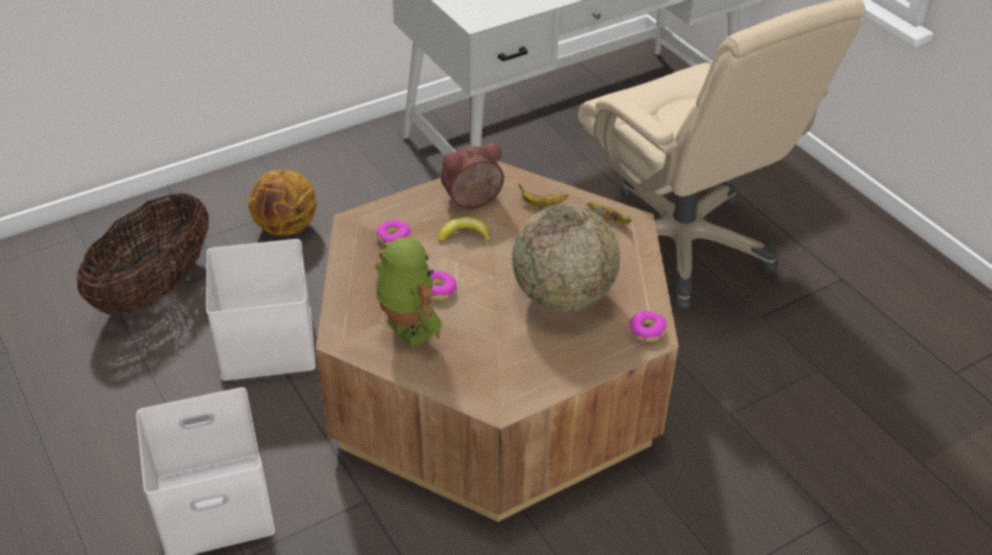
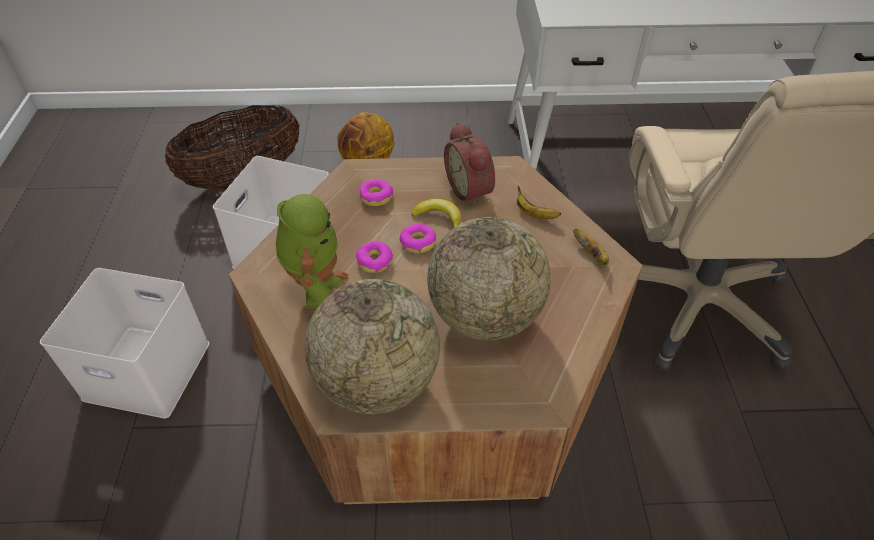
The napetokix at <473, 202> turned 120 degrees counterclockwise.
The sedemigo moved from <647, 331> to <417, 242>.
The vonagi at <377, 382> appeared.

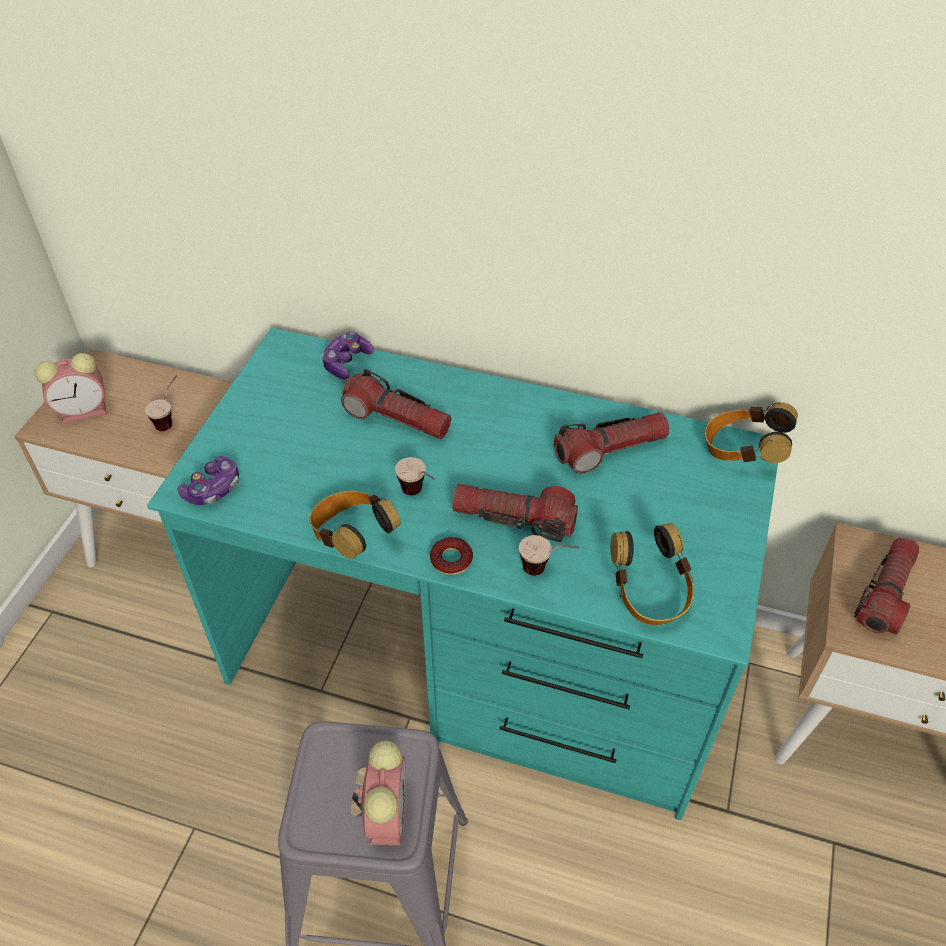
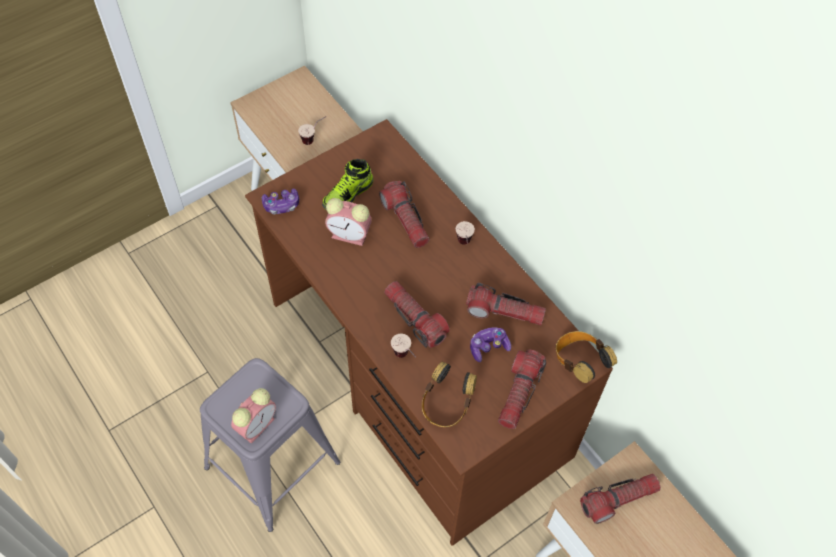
The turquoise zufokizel at <475, 656> became the brown zufokizel at <417, 379>.
The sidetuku moved from <346, 362> to <488, 347>.
The napetokix moved from <85, 410> to <351, 235>.
The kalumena moved from <419, 495> to <464, 246>.
The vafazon at <352, 537> disappeared.
The sedemigo at <451, 559> disappeared.
The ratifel at <348, 195> appeared.
The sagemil at <519, 393> appeared.

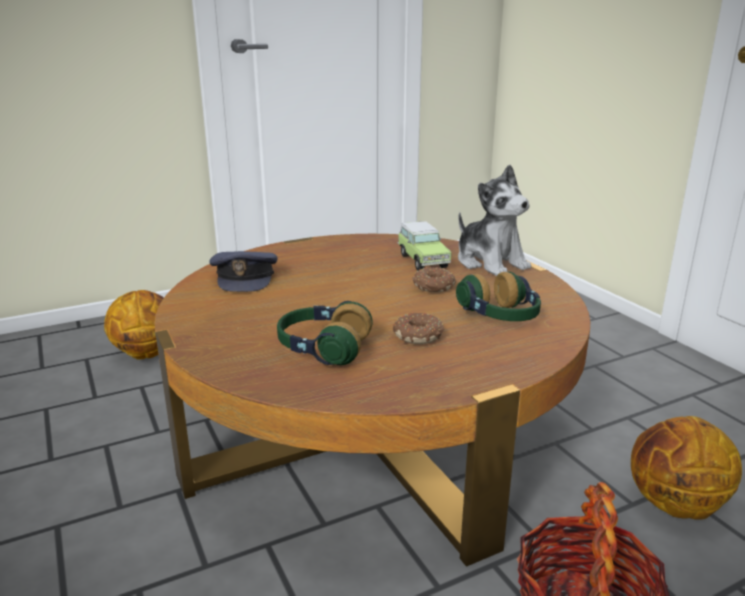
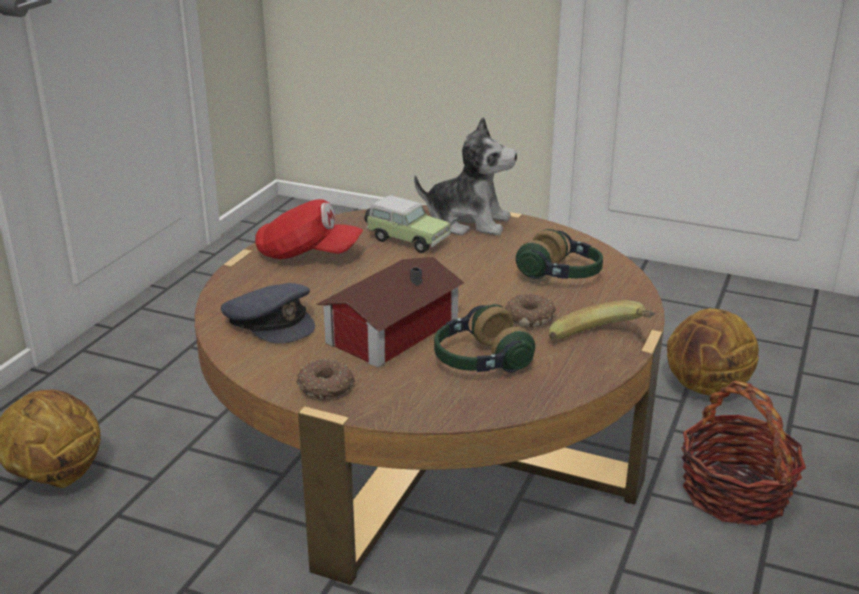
The sedemigo moved from <433, 287> to <325, 388>.
The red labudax at <307, 254> appeared.
The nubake at <387, 331> appeared.
The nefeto at <602, 344> appeared.

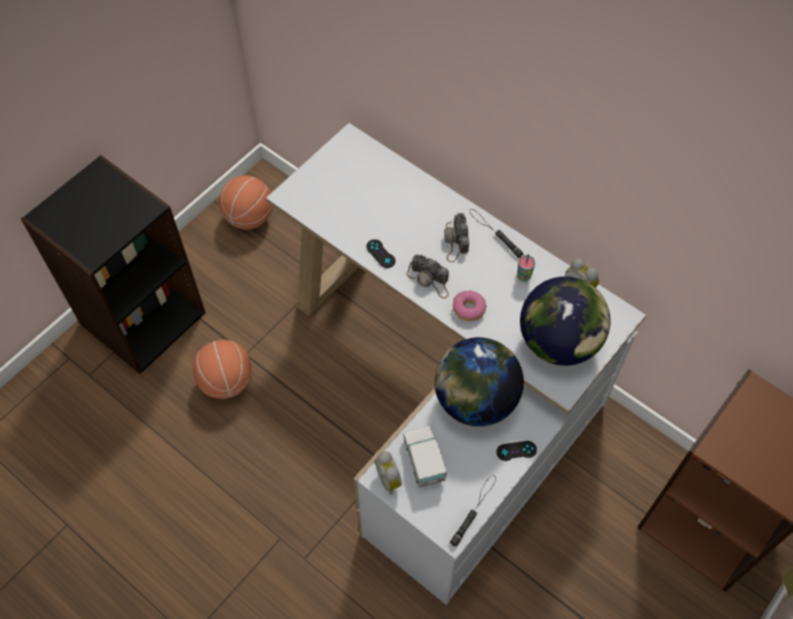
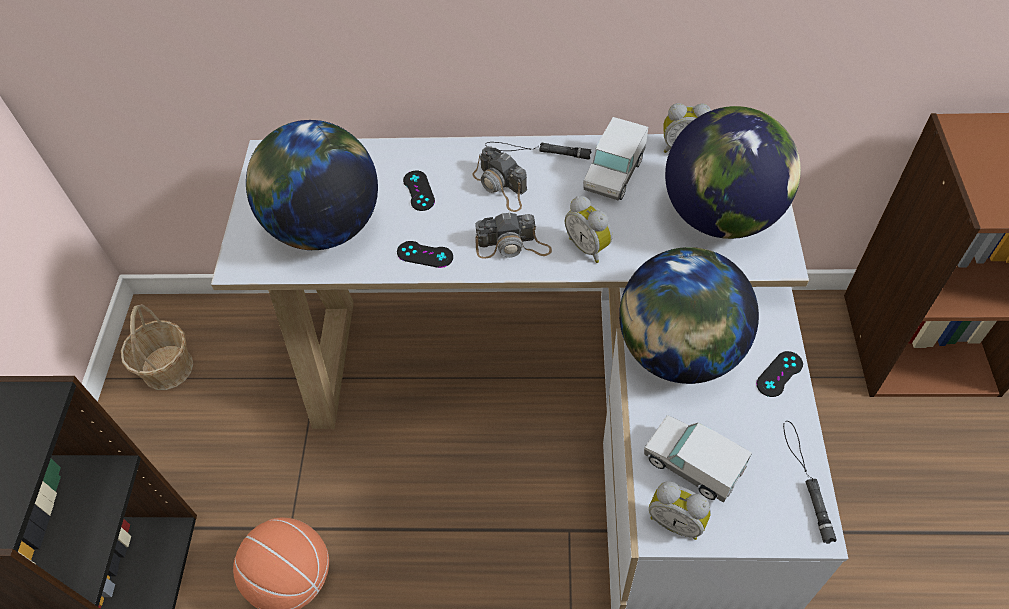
The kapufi at <249, 217> was replaced by the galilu at <168, 367>.
The kalumena at <523, 277> was replaced by the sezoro at <614, 175>.
The sedemigo at <469, 309> was replaced by the napetokix at <589, 246>.
The vonagi at <325, 227> appeared.
The black sidetuku at <419, 191> appeared.

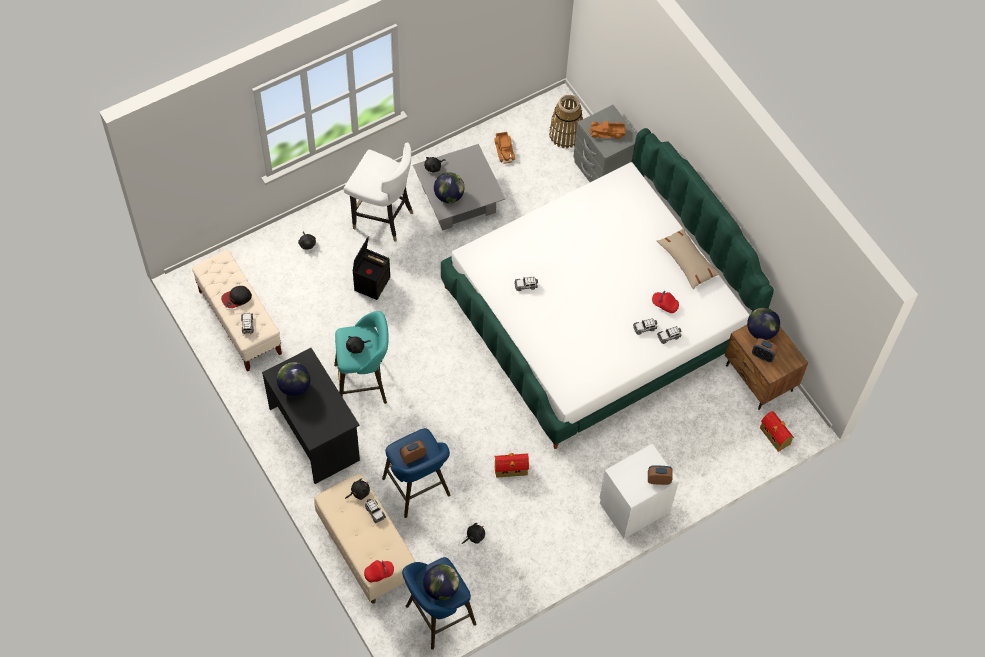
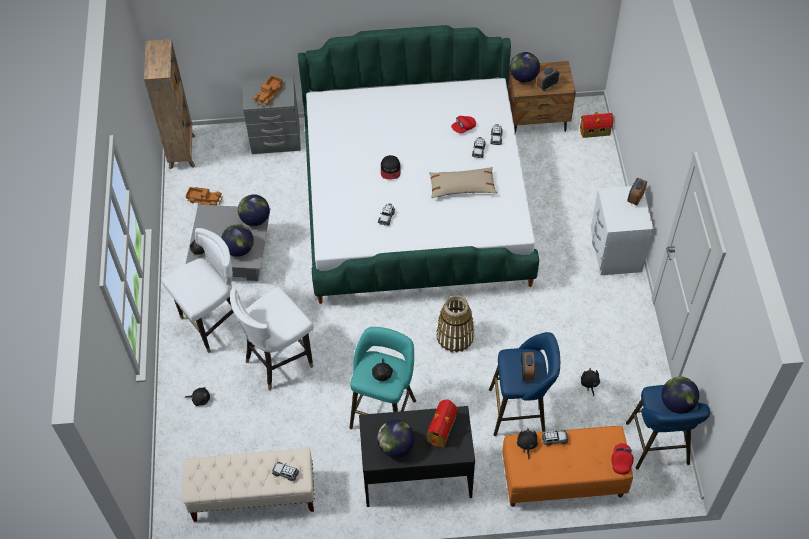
The galilu moved from <565, 134> to <455, 336>.
The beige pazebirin moved from <687, 261> to <462, 187>.
The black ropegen at <372, 283> was replaced by the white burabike at <279, 361>.
The labudax moved from <236, 298> to <390, 169>.
The nubake moved from <511, 469> to <442, 429>.
The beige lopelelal at <365, 549> became the orange lopelelal at <562, 480>.
The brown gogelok at <182, 151> appeared.
The vonagi at <255, 219> appeared.

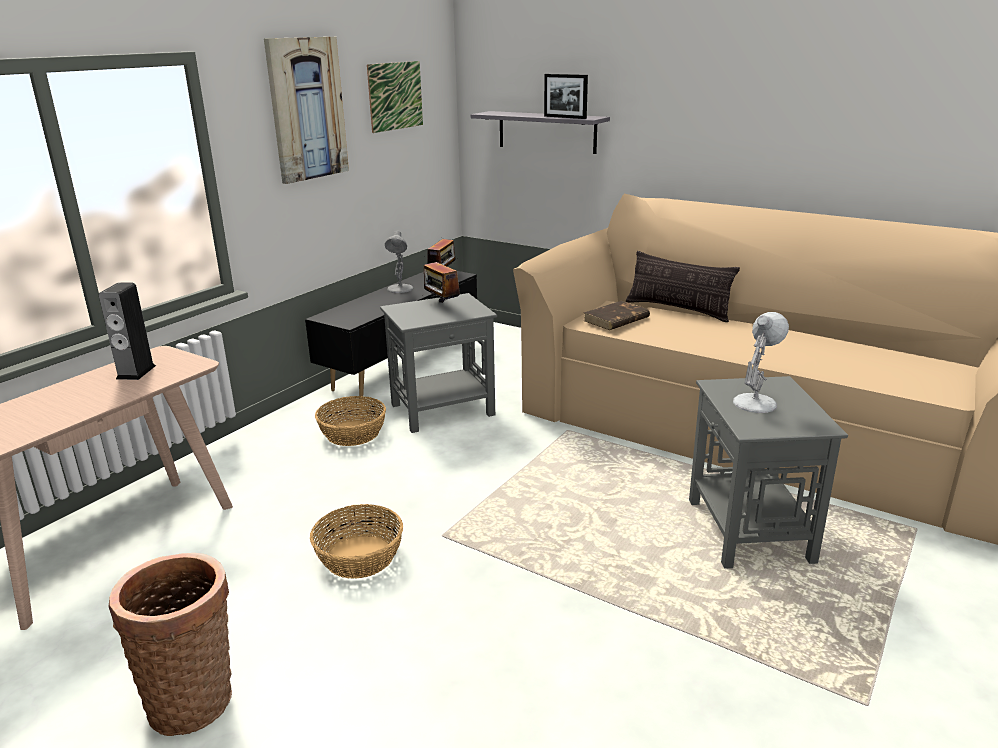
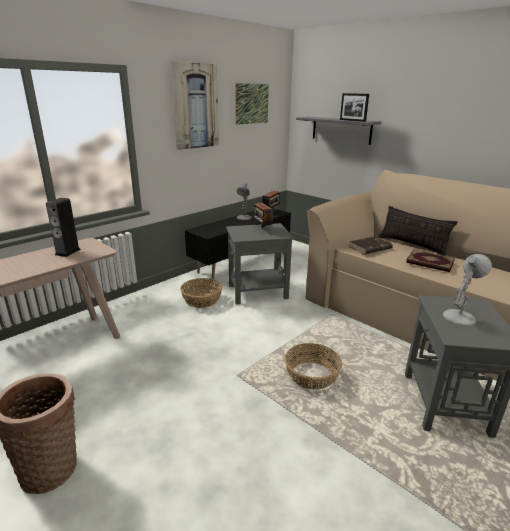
The galilu moved from <359, 557> to <311, 376>.
The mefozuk at <429, 263> appeared.

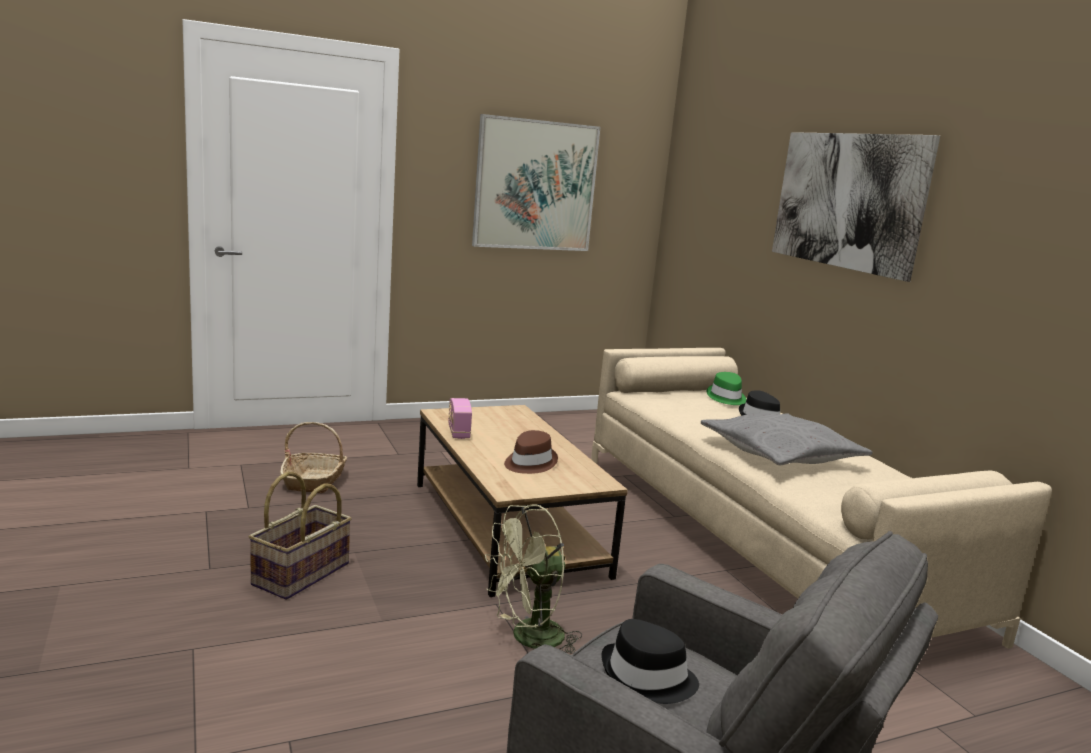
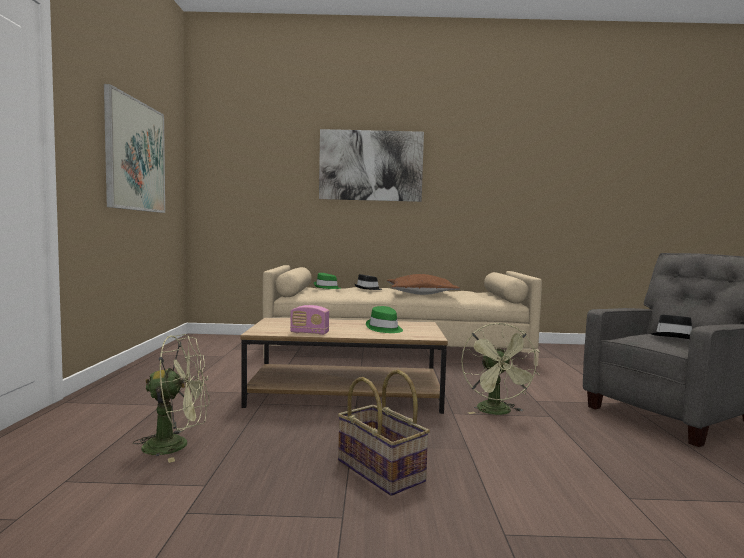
The grey pazebirin at <780, 454> became the brown pazebirin at <420, 294>.
The galilu at <314, 481> was replaced by the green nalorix at <176, 445>.
The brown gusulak at <529, 463> became the green gusulak at <384, 329>.

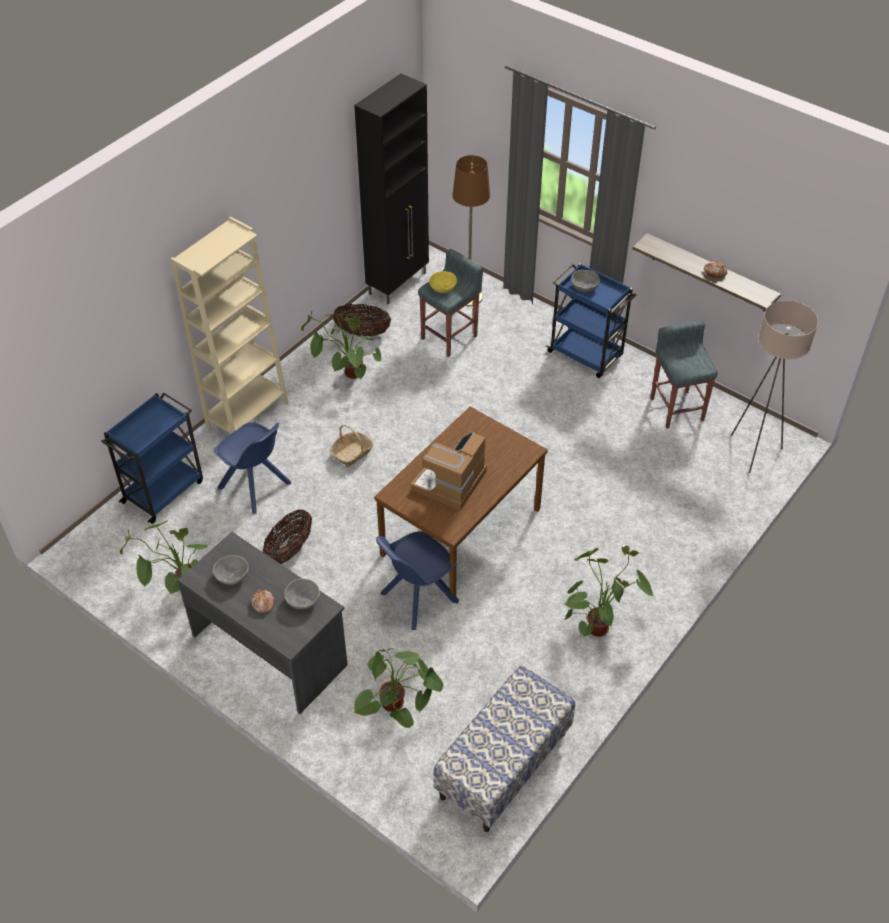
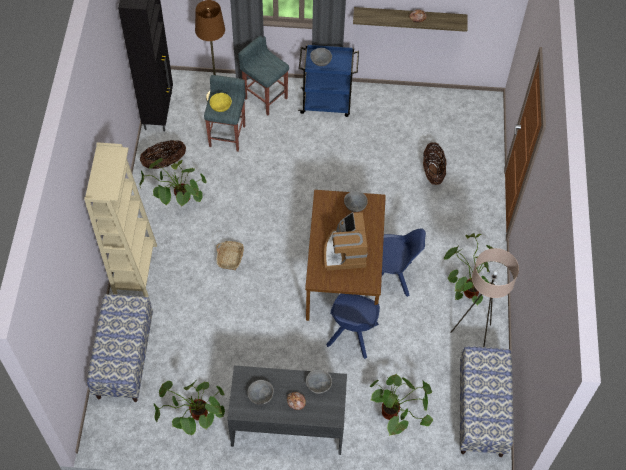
The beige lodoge moved from <754, 452> to <474, 338>.
The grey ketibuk moved from <676, 408> to <265, 97>.
The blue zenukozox at <164, 491> was replaced by the lopelelal at <124, 358>.
The blue burabike moved from <256, 487> to <391, 277>.
The galilu moved from <289, 550> to <433, 172>.
The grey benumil at <355, 205> appeared.

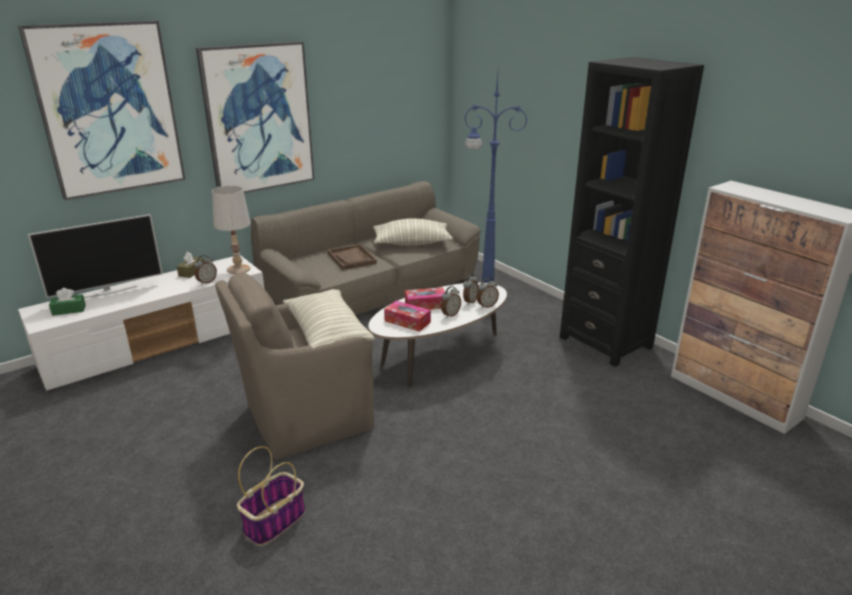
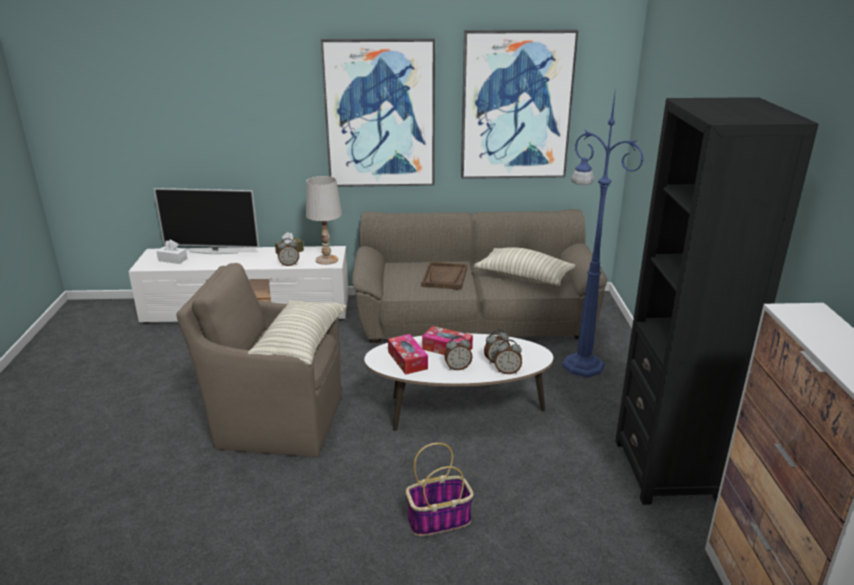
The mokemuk moved from <108, 109> to <516, 105>.
The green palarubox at <69, 310> became the white palarubox at <172, 260>.
The galilu moved from <275, 521> to <439, 519>.

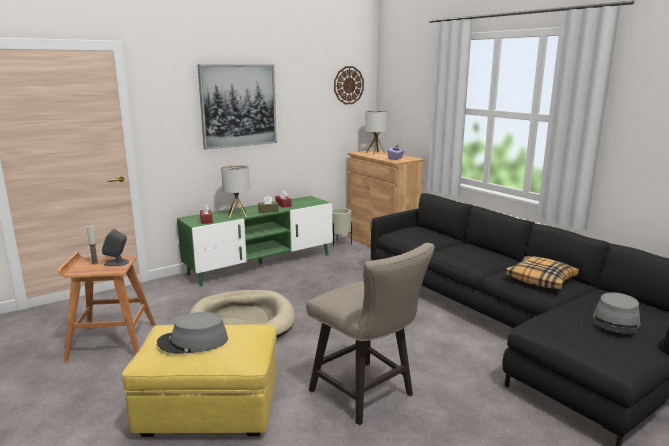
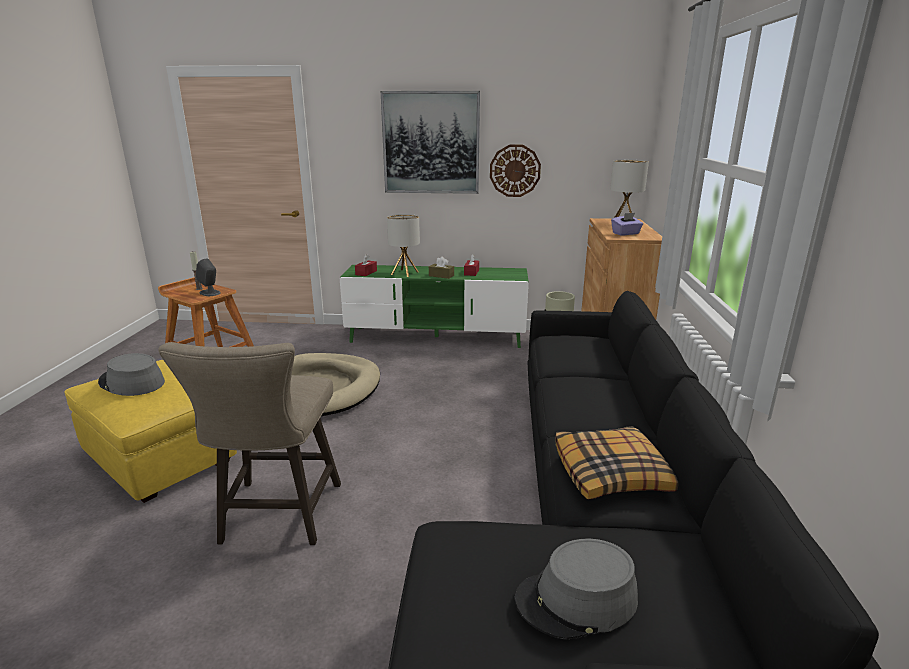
The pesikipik moved from <348, 85> to <515, 171>.

